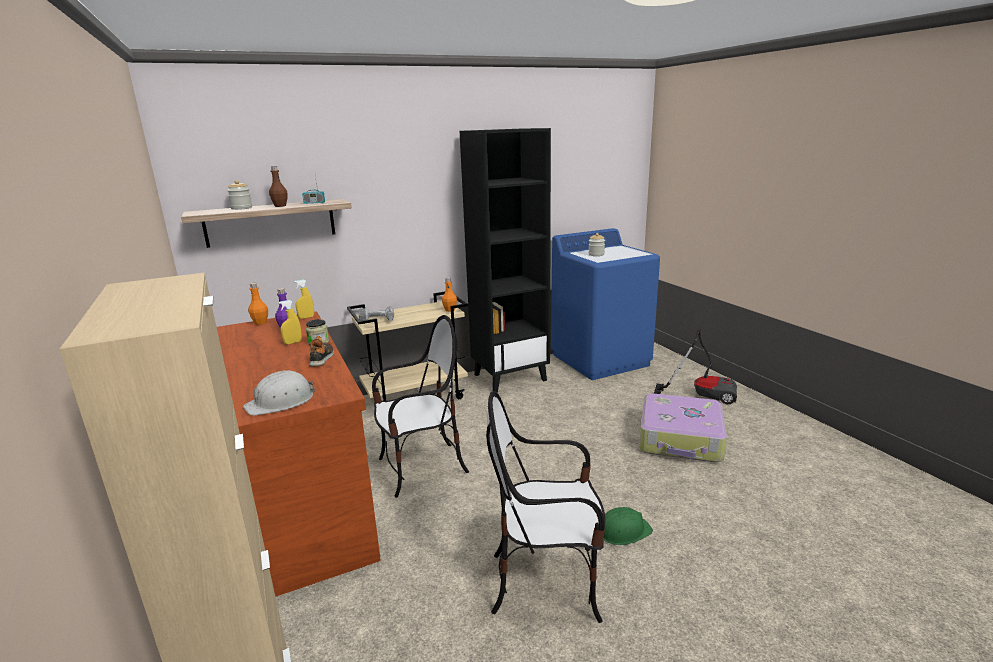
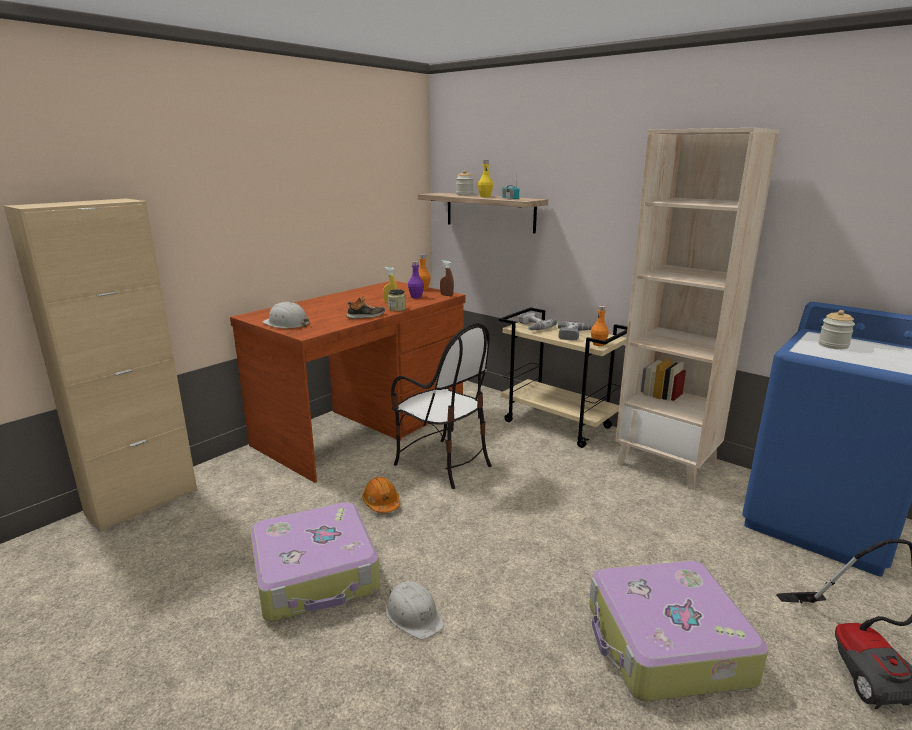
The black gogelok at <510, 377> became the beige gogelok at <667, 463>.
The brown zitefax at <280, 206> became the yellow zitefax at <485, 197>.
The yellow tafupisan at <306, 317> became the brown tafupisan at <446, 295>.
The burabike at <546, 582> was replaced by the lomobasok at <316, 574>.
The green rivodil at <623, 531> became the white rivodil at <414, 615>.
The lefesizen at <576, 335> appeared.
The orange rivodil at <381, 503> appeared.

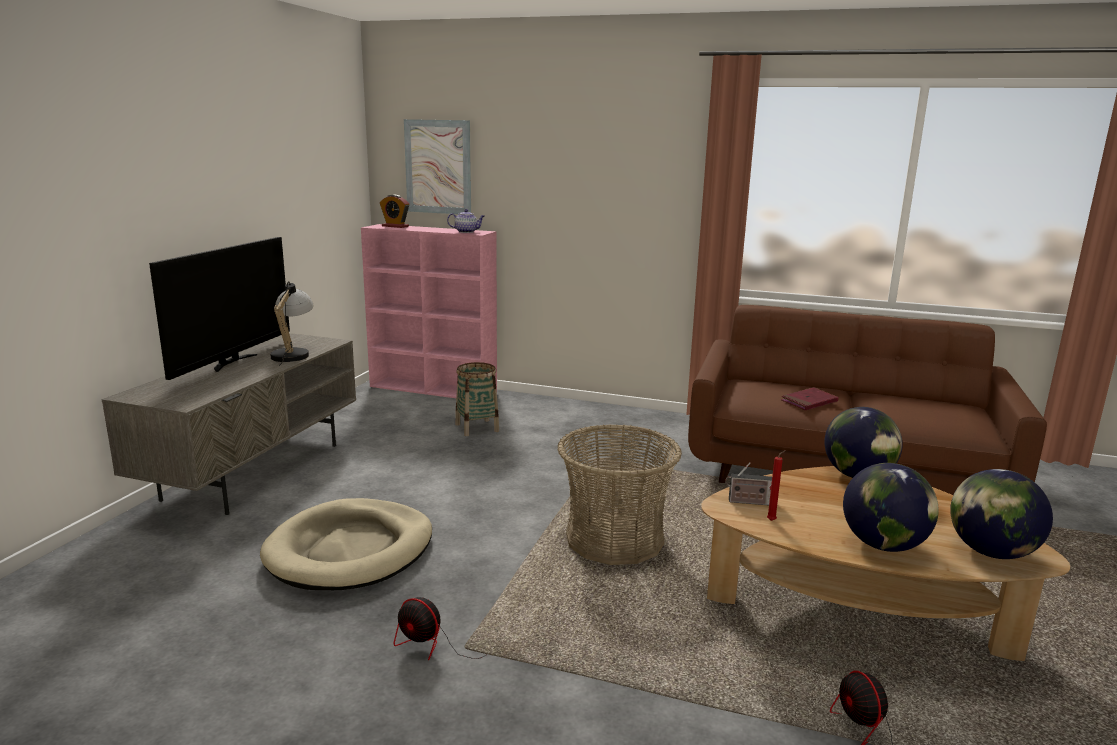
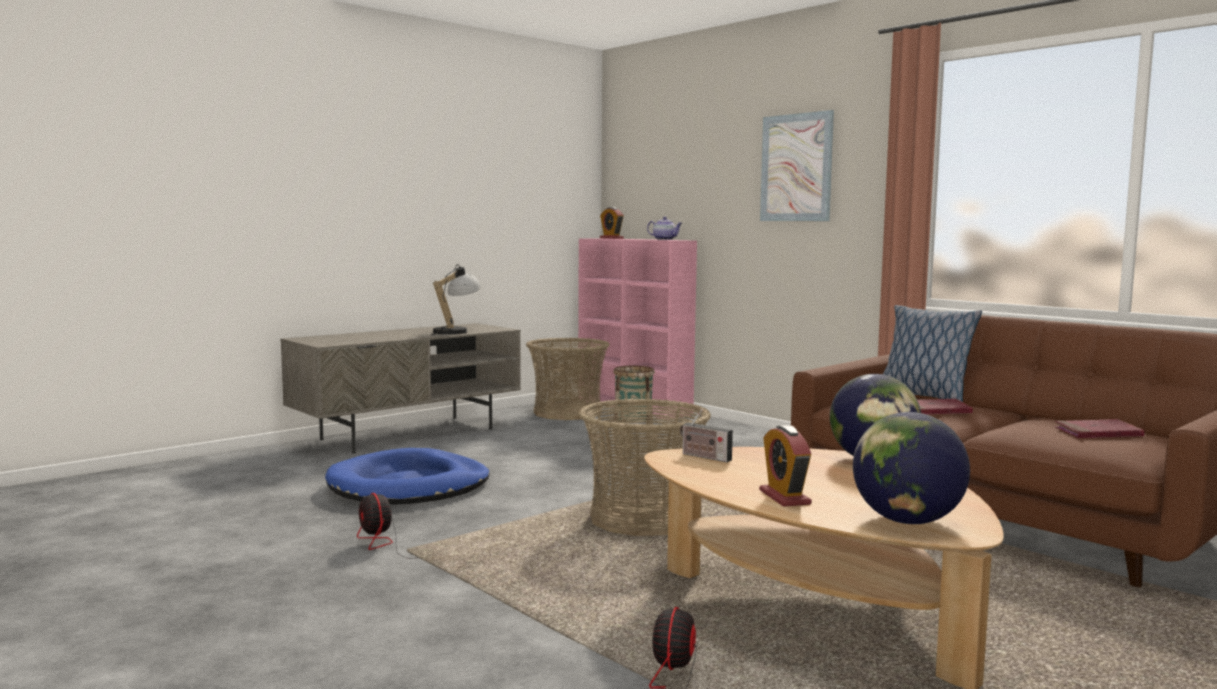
The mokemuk moved from <438, 167> to <796, 167>.
The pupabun at <232, 362> disappeared.
The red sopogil at <772, 520> disappeared.
The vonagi at <884, 545> was replaced by the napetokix at <784, 497>.
The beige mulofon at <351, 550> became the blue mulofon at <409, 485>.
The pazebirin at <923, 396> appeared.
The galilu at <567, 412> appeared.
The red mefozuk at <1098, 433> appeared.

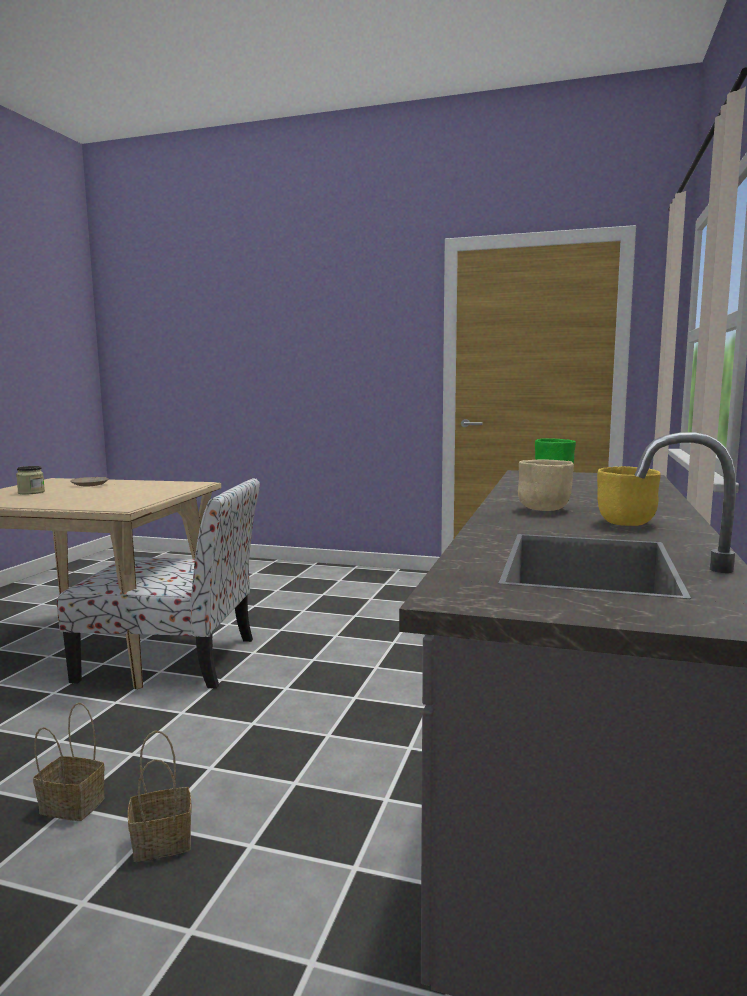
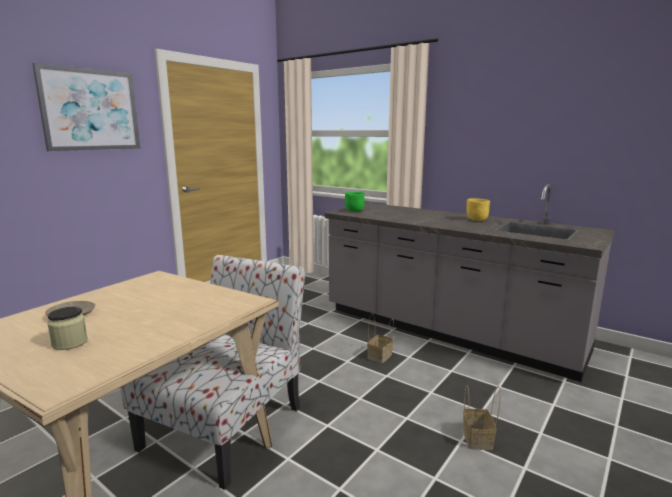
The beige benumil at <544, 509> disappeared.
The galilu moved from <70, 806> to <380, 357>.
The mokemuk at <91, 110> appeared.

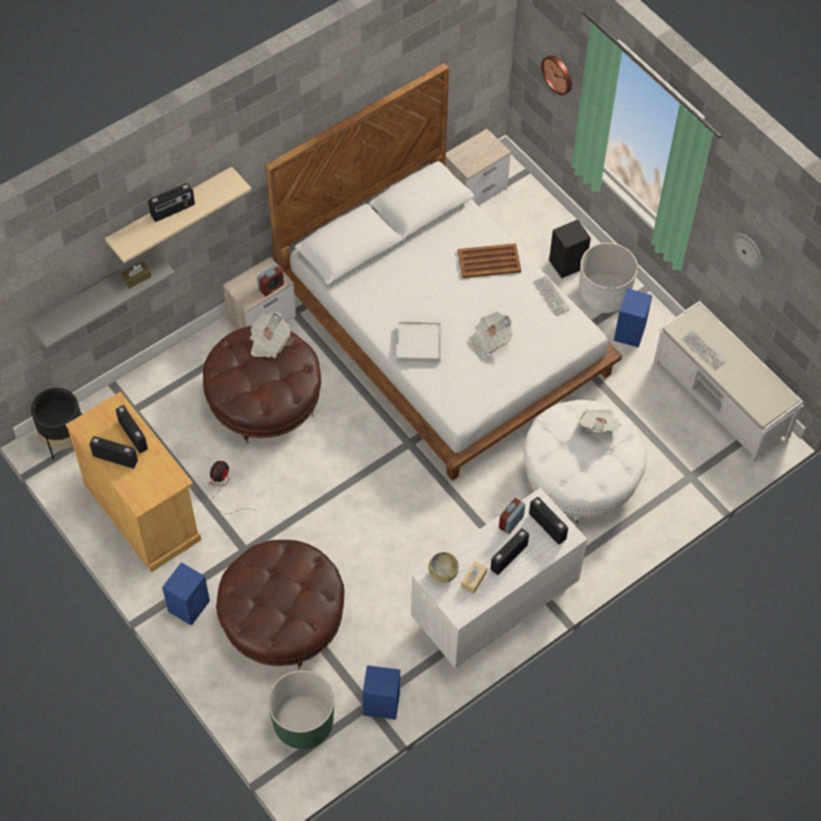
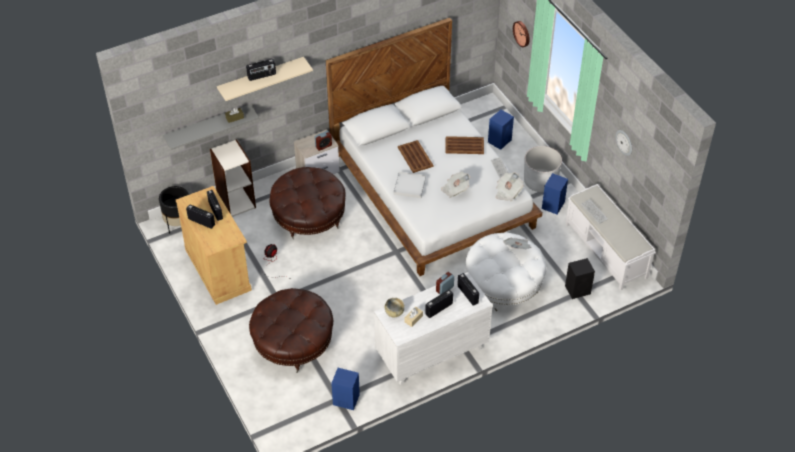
The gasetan at <476, 189> disappeared.
The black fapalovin moved from <568, 263> to <578, 289>.
The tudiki moved from <268, 342> to <507, 192>.
The blue fapalovin moved from <189, 605> to <500, 140>.
The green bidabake at <303, 723> disappeared.
The gogelok at <236, 201> appeared.
The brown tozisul at <415, 156> appeared.

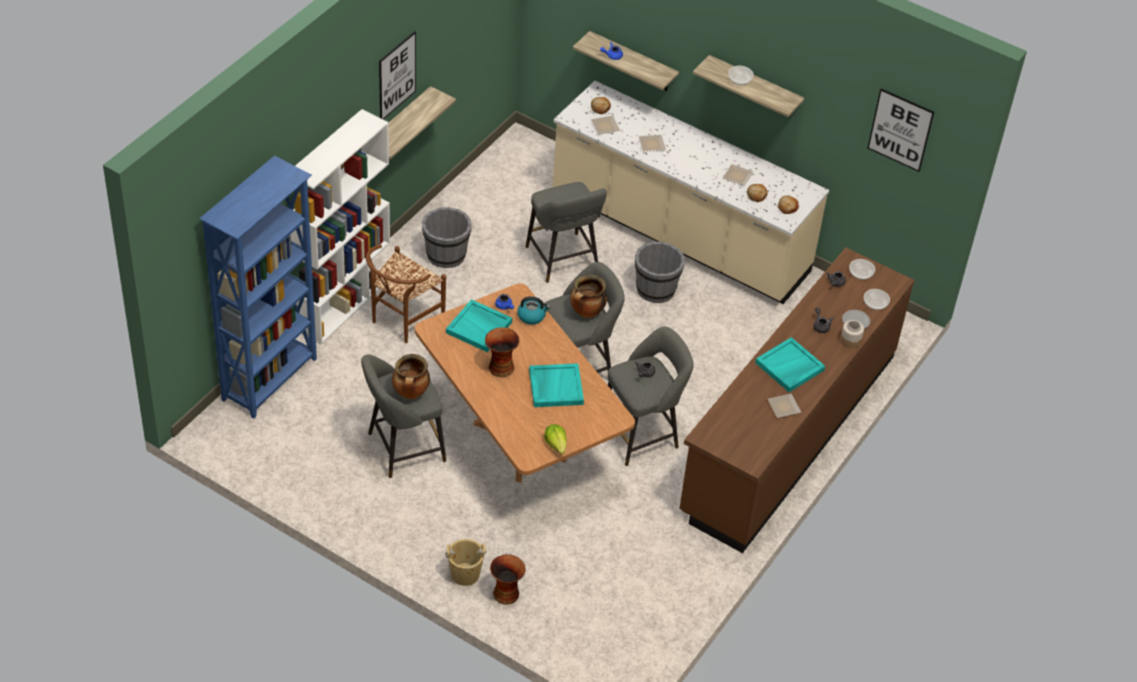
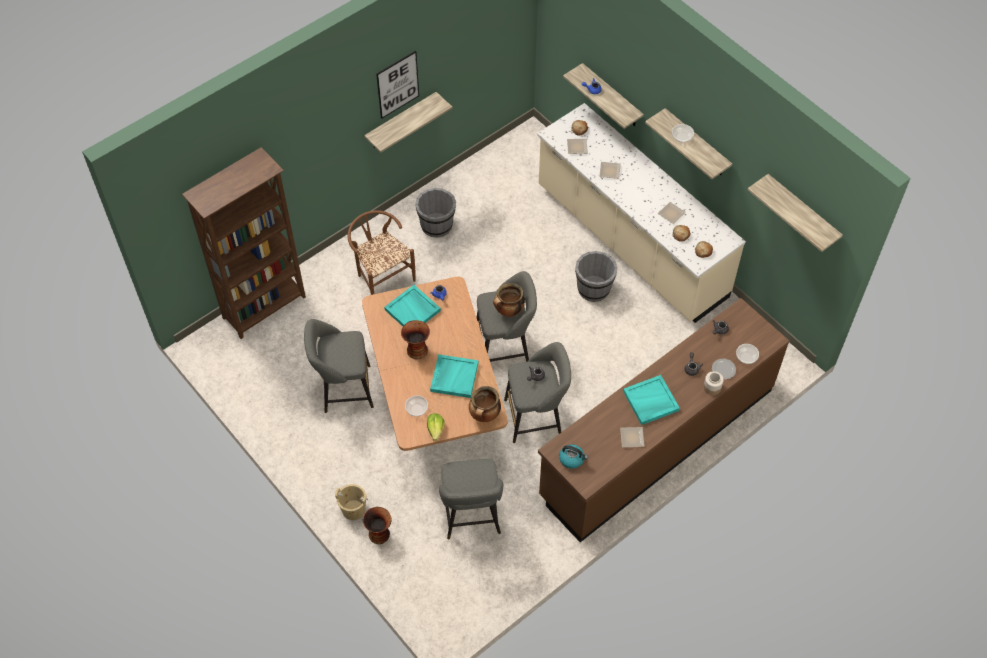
The mokemuk at <900, 130> was replaced by the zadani at <802, 212>.
The white gogelok at <343, 304> disappeared.
The blue gogelok at <271, 379> became the brown gogelok at <265, 307>.
The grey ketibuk moved from <563, 260> to <471, 517>.
The brown burabike at <402, 321> turned 90 degrees clockwise.
The benumil moved from <861, 274> to <417, 409>.
The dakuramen moved from <532, 316> to <572, 459>.
The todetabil moved from <411, 393> to <485, 415>.

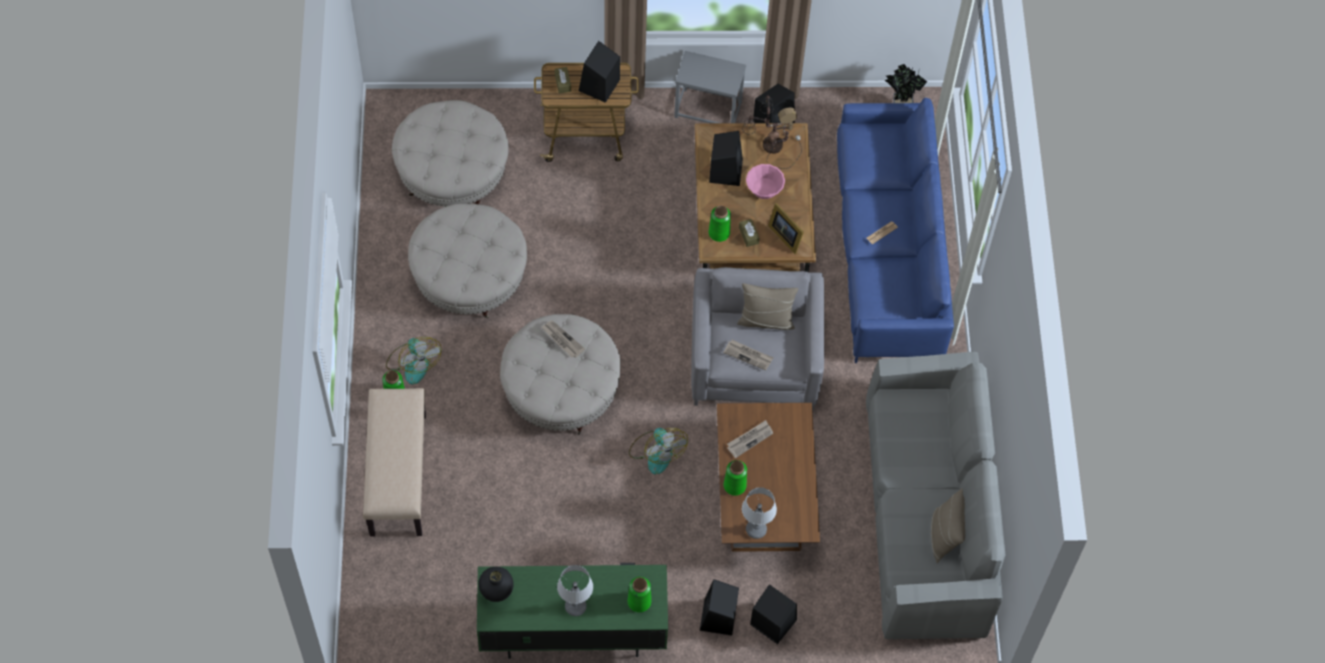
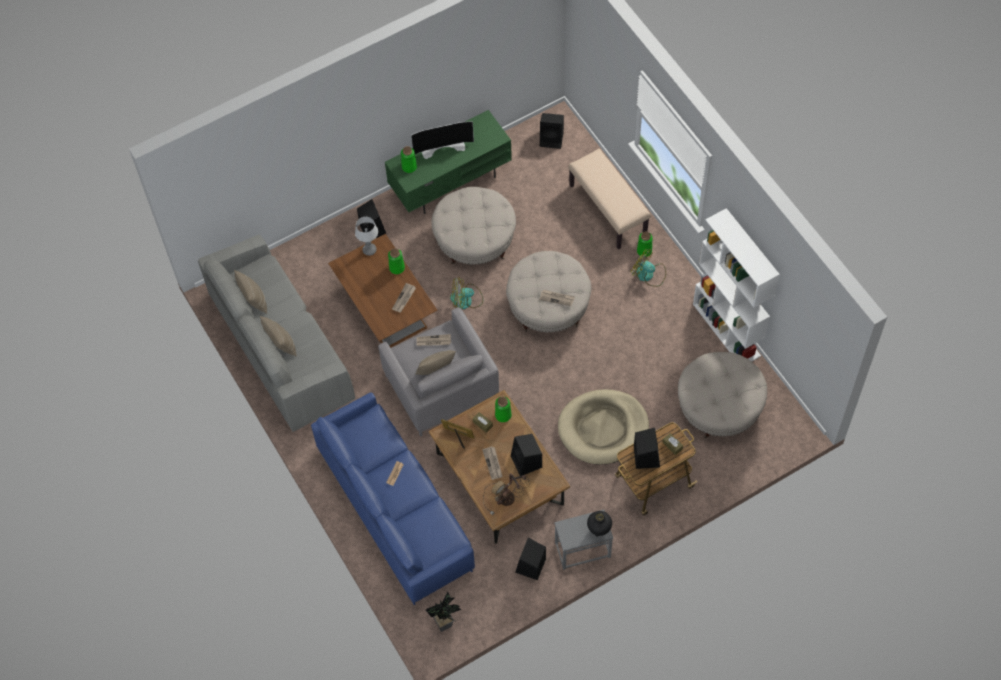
The pink benumil at <764, 188> was replaced by the tudiki at <493, 463>.
The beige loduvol moved from <469, 277> to <475, 239>.
The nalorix at <656, 452> turned 45 degrees counterclockwise.
The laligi at <575, 607> was replaced by the pupabun at <443, 147>.
The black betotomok moved from <496, 592> to <599, 529>.
The black fapalovin moved from <772, 622> to <552, 139>.
The white gogelok at <727, 330> appeared.
The beige pazebirin at <281, 344> appeared.
The beige mulofon at <603, 428> appeared.

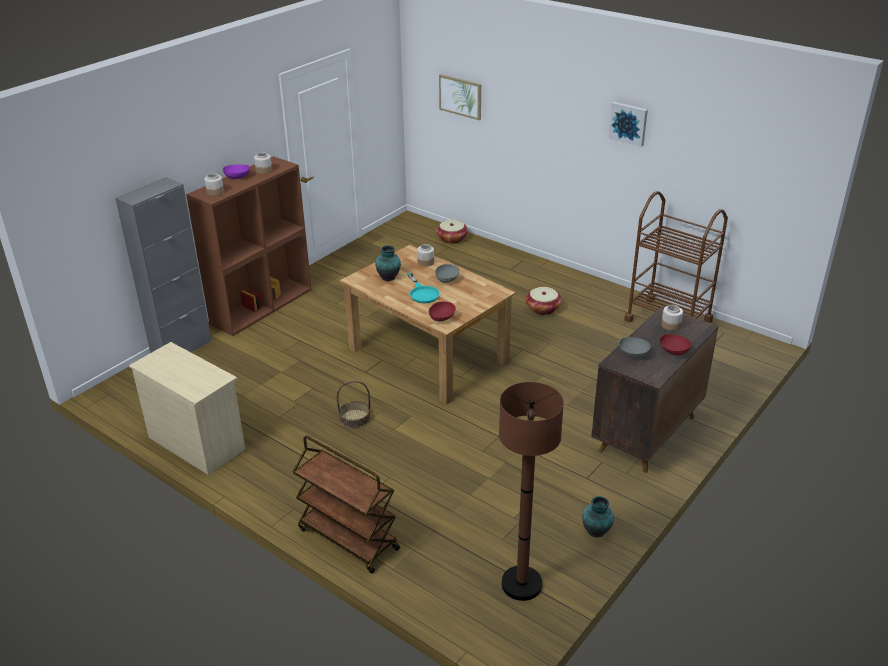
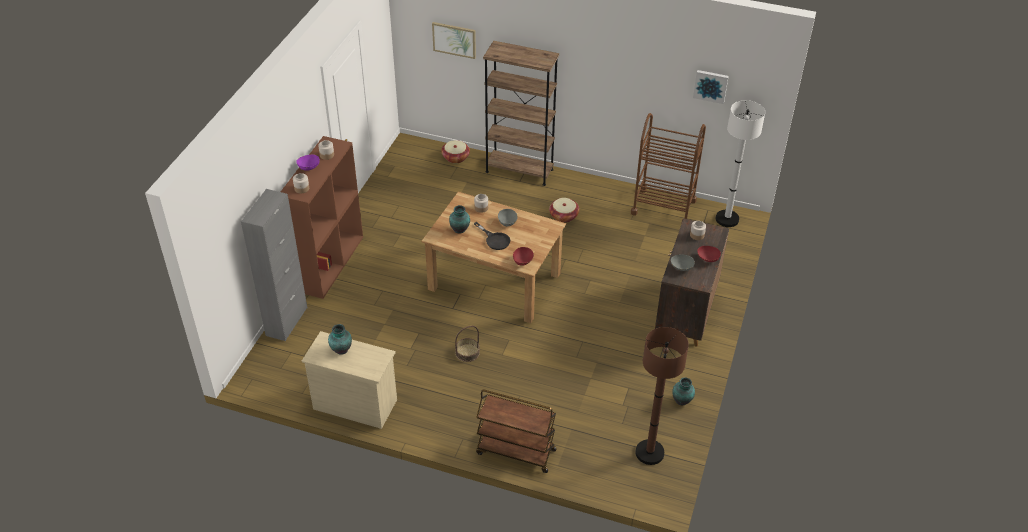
The mokemuk moved from <628, 123> to <710, 86>.
The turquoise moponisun at <422, 293> became the black moponisun at <495, 239>.
The brown gogelok at <519, 170> appeared.
The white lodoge at <727, 219> appeared.
The betotomok at <341, 349> appeared.

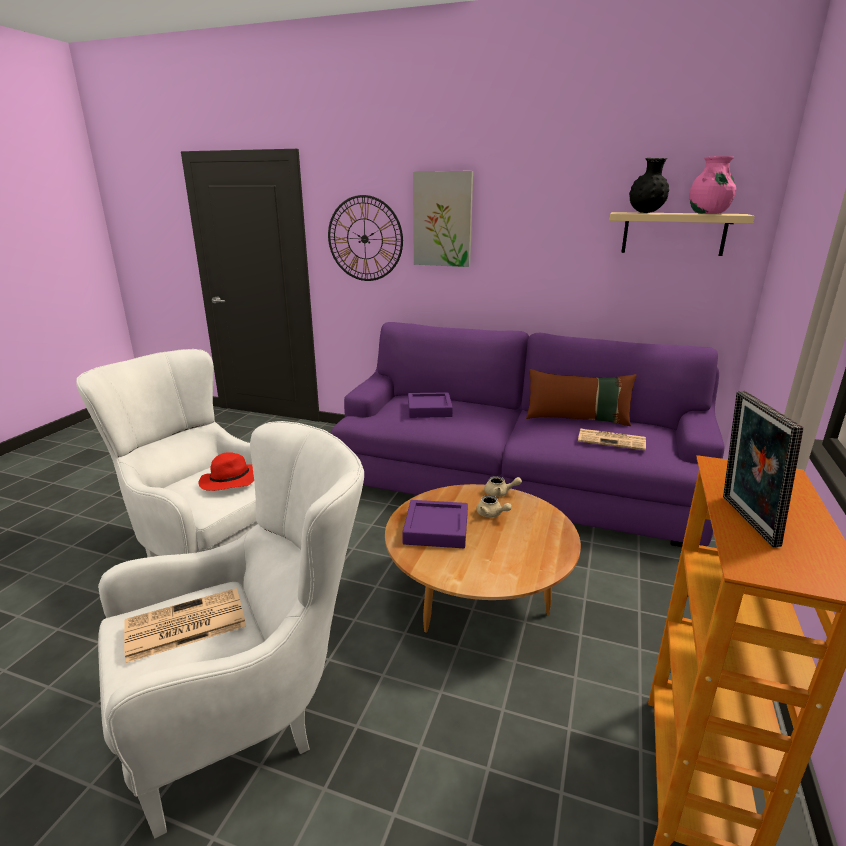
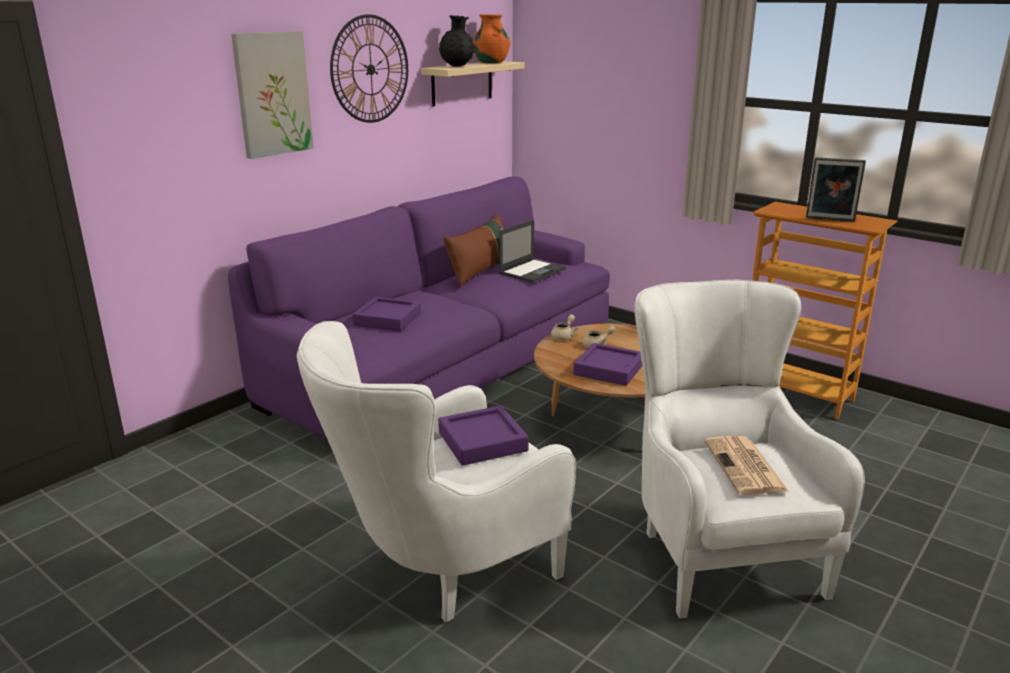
The pink betotomok at <708, 213> became the orange betotomok at <491, 63>.
The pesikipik moved from <365, 239> to <370, 69>.
The tudiki at <612, 440> was replaced by the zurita at <533, 271>.
The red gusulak at <229, 481> was replaced by the purple tozisul at <482, 441>.

